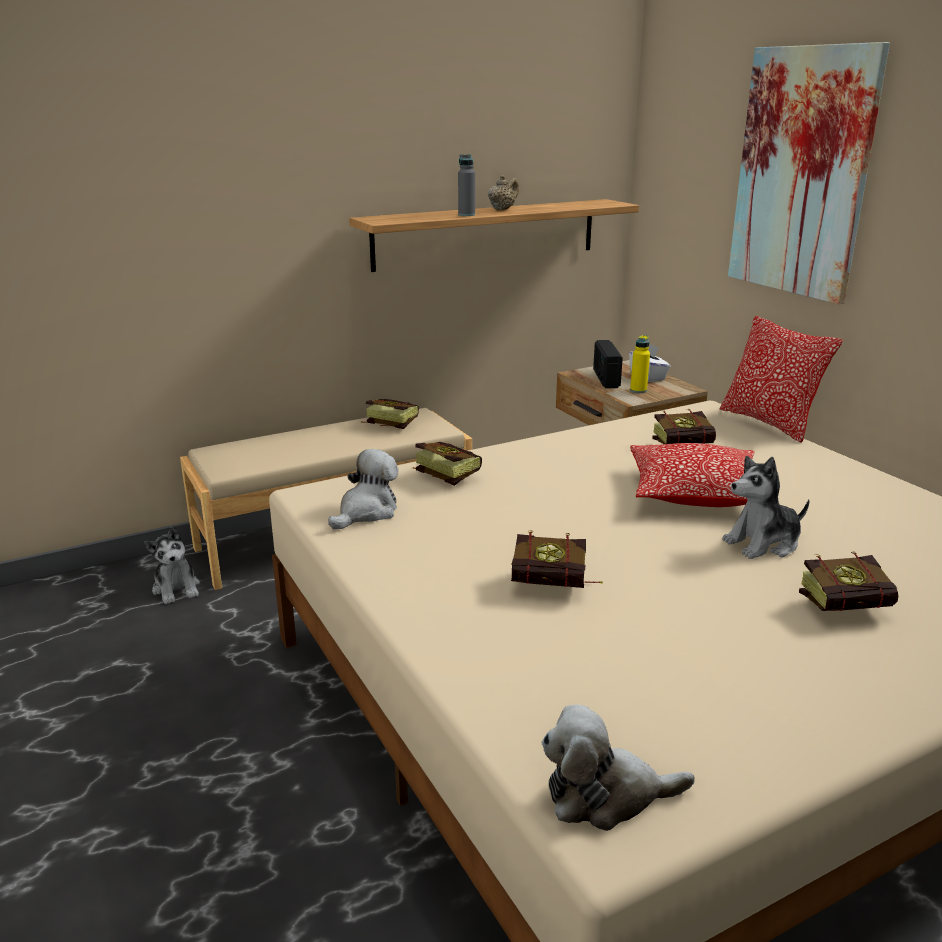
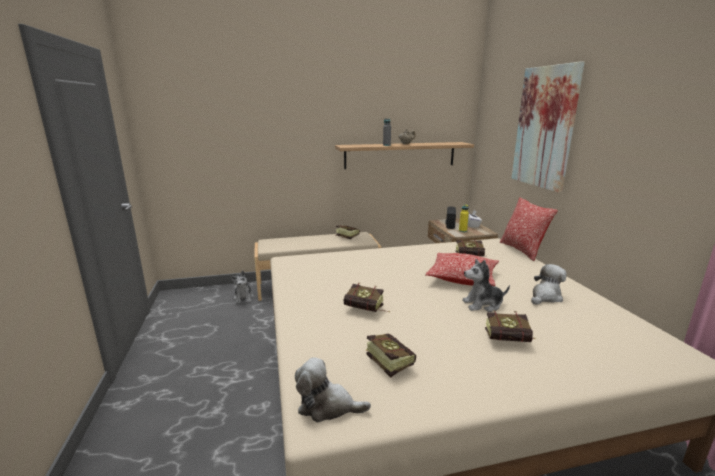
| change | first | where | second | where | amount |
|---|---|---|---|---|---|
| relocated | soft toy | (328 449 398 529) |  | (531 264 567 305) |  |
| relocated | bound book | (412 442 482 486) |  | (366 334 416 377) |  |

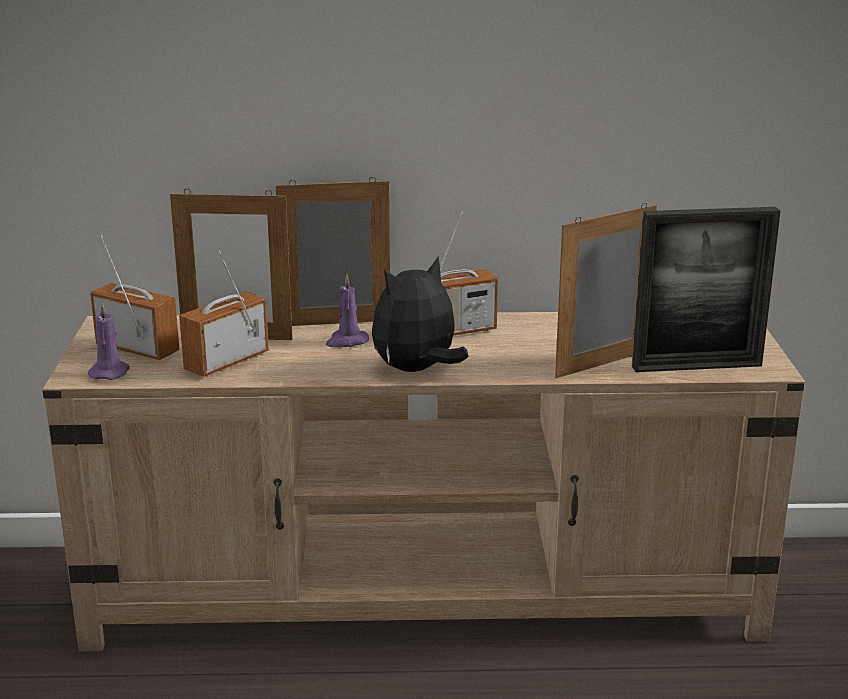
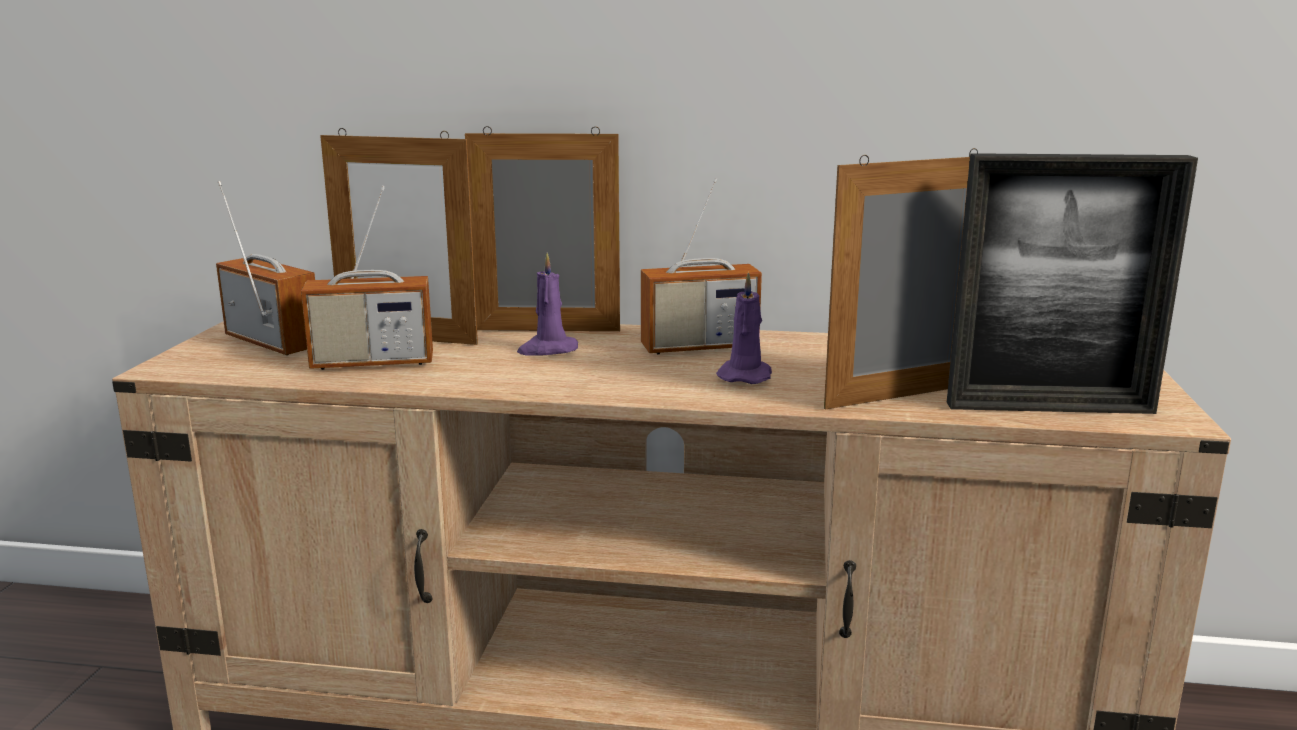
| change | first | where | second | where | amount |
|---|---|---|---|---|---|
| relocated | purple wax candle | (88 303 130 380) |  | (716 272 772 384) |  |
| spun | radio set | (179 251 269 377) |  | (301 186 433 370) | 150 degrees counterclockwise |
| missing | soft toy | (372 256 469 372) |  |  |  |

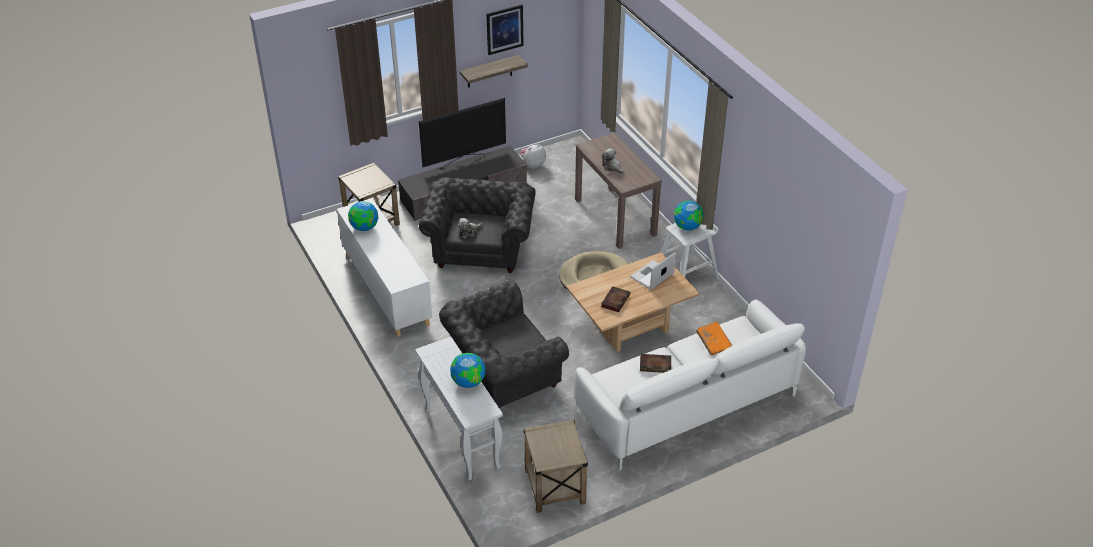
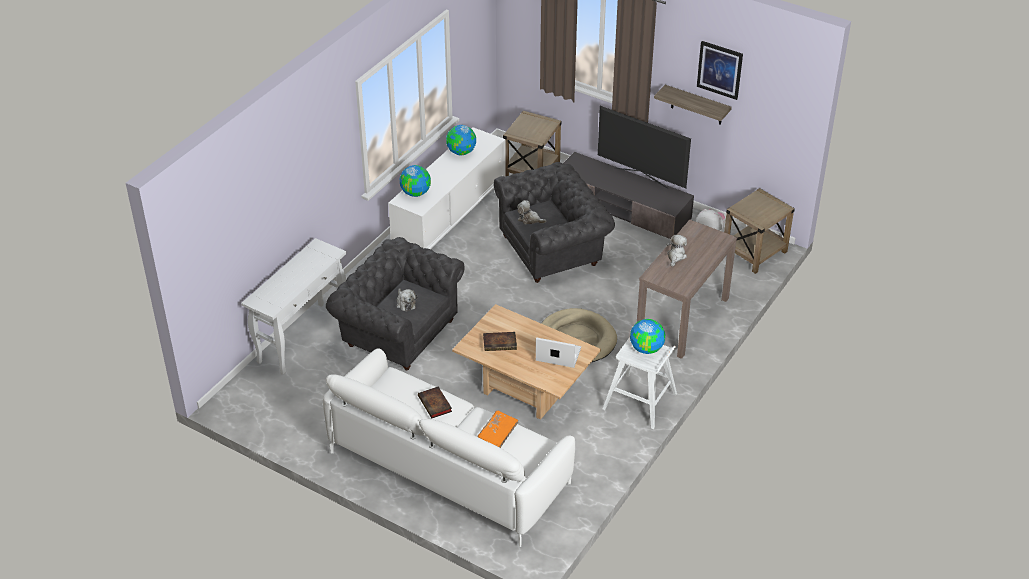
| change | first | where | second | where | amount |
|---|---|---|---|---|---|
| relocated | world globe | (450 353 485 388) |  | (400 165 431 197) |  |
| relocated | beige end table | (524 420 588 513) |  | (724 188 795 274) |  |
| appeared |  |  | soft toy | (396 288 418 312) |  |

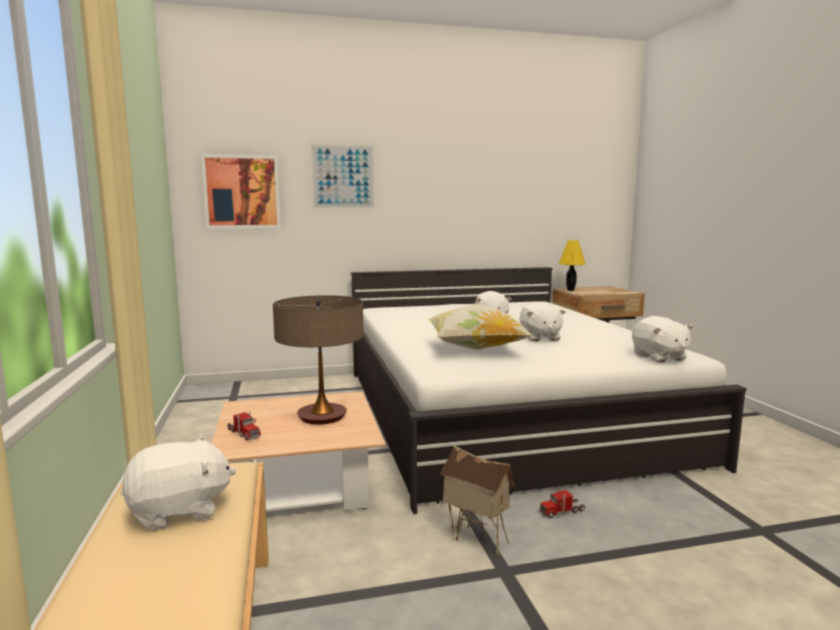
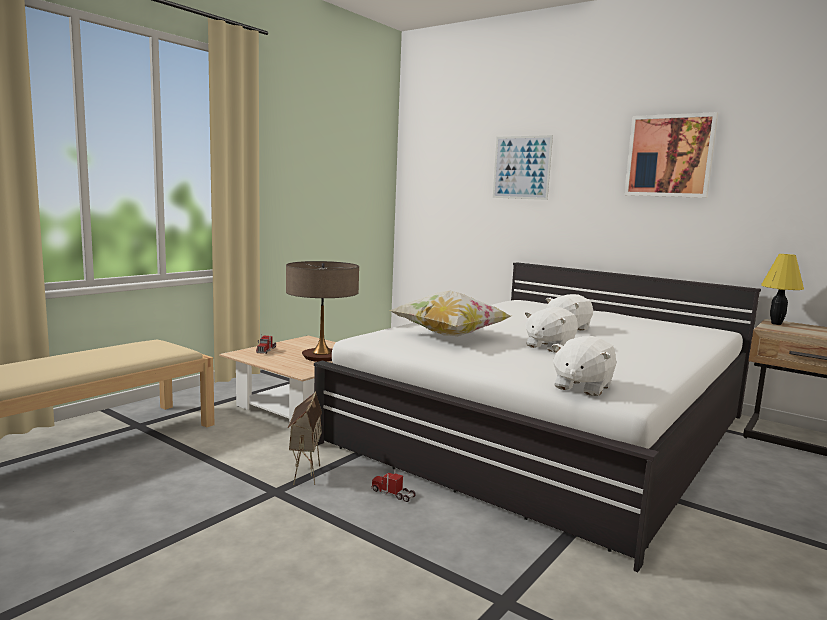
| change | first | where | second | where | amount |
|---|---|---|---|---|---|
| missing | whitish soft toy | (121 436 236 531) |  |  |  |
| relocated | picture | (201 154 281 229) |  | (624 112 718 198) |  |

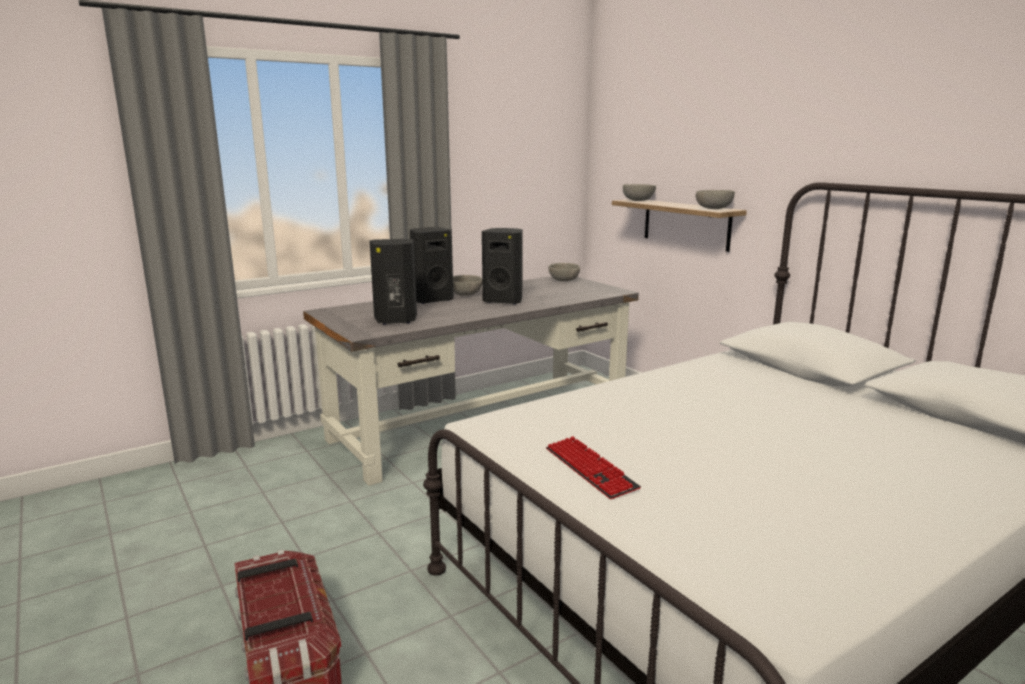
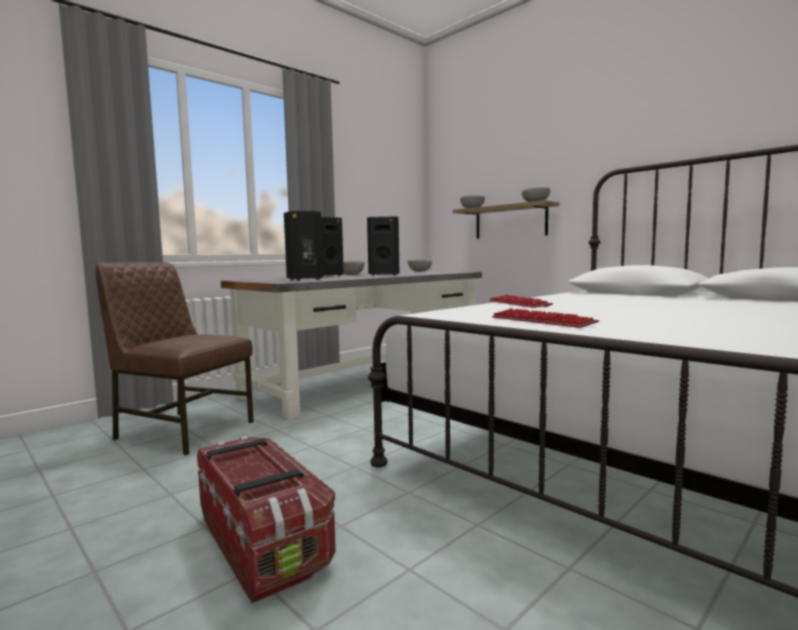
| change | first | where | second | where | amount |
|---|---|---|---|---|---|
| appeared |  |  | brownish plain chair | (96 262 254 455) |  |
| appeared |  |  | computer keyboard | (489 295 553 308) |  |

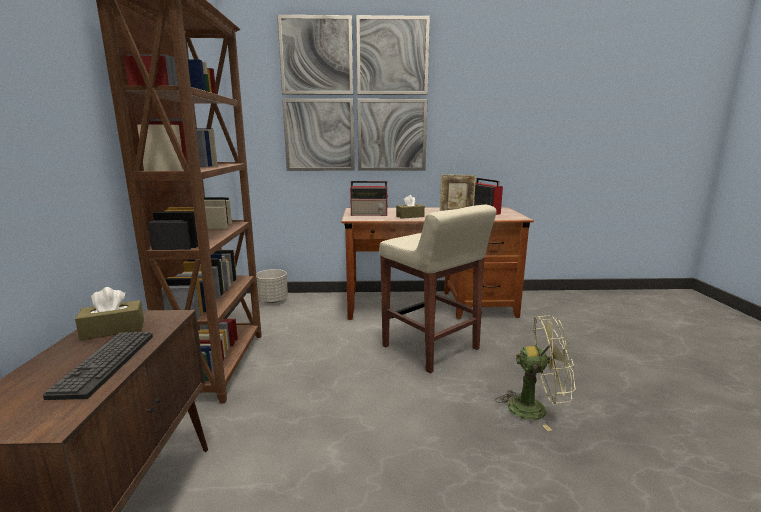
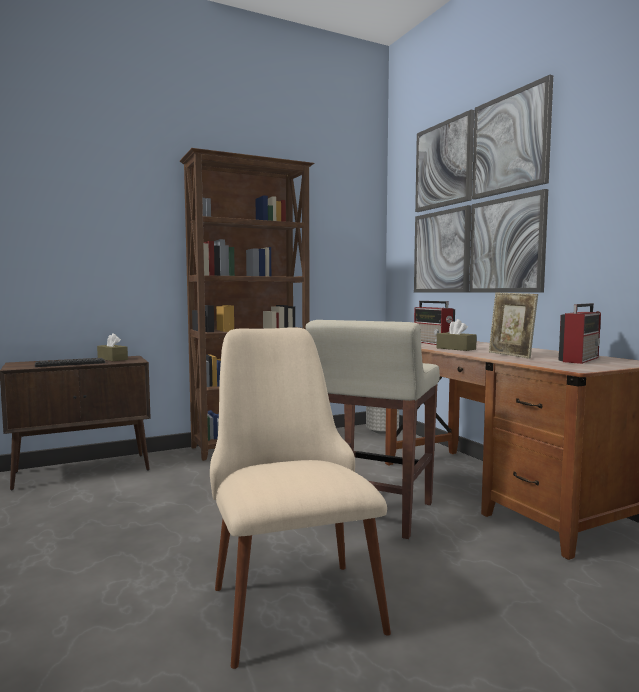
| change | first | where | second | where | amount |
|---|---|---|---|---|---|
| exchanged | green-coloured cooling fan | (495 316 576 431) | beige plain chair | (210 327 391 669) |  |

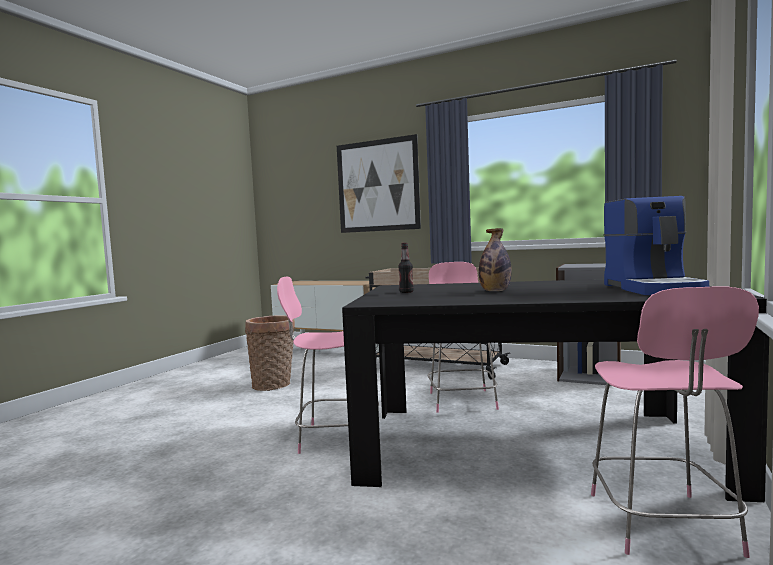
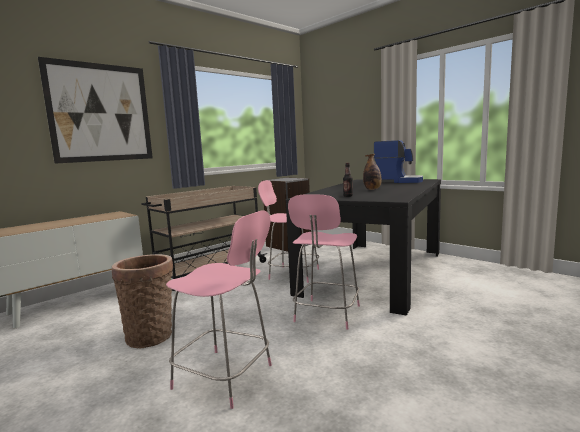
| change | first | where | second | where | amount |
|---|---|---|---|---|---|
| relocated | pinkish plain chair | (591 286 759 558) |  | (166 210 272 409) |  |

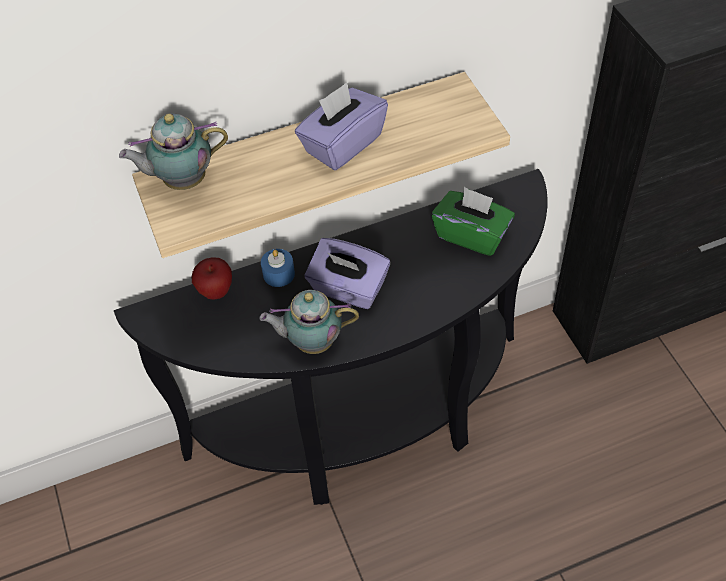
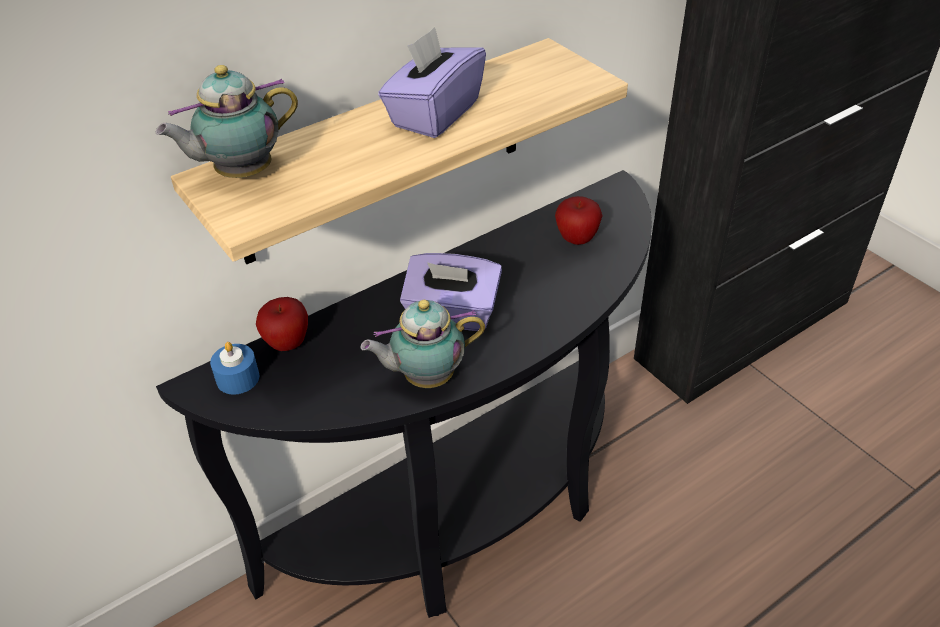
| change | first | where | second | where | amount |
|---|---|---|---|---|---|
| relocated | blue-coloured wax candle | (261 249 295 287) |  | (210 342 259 395) |  |
| exchanged | green-coloured tissue box | (432 187 515 256) | whole apple | (555 196 603 245) |  |

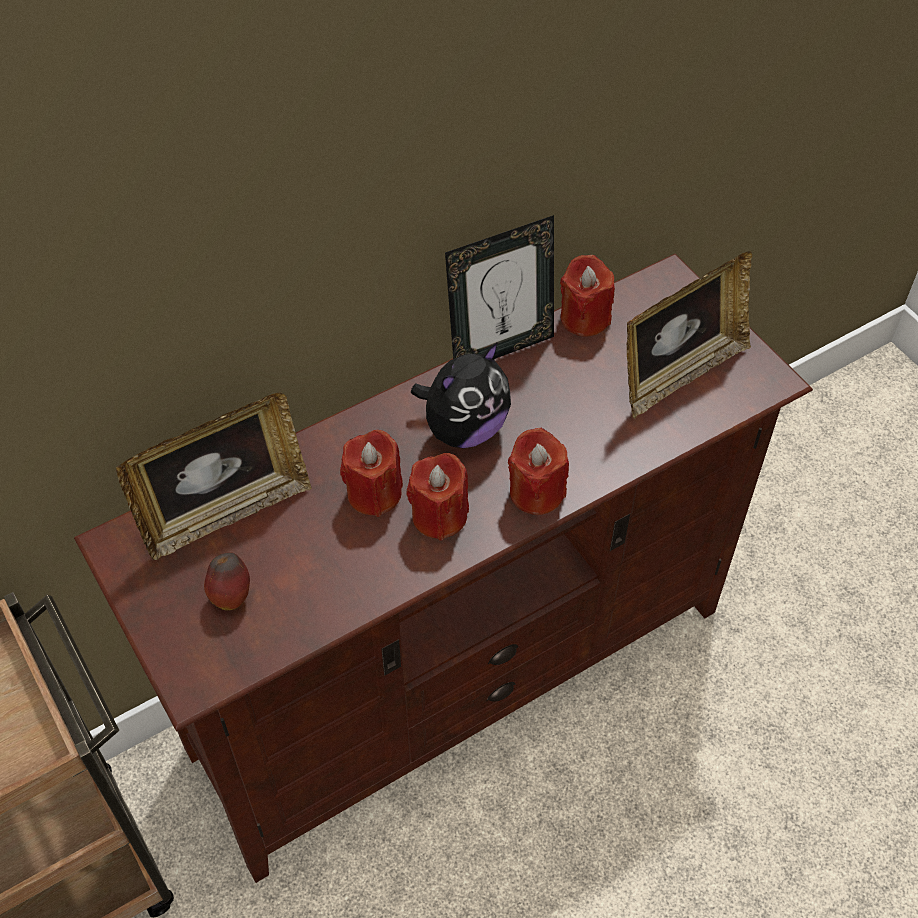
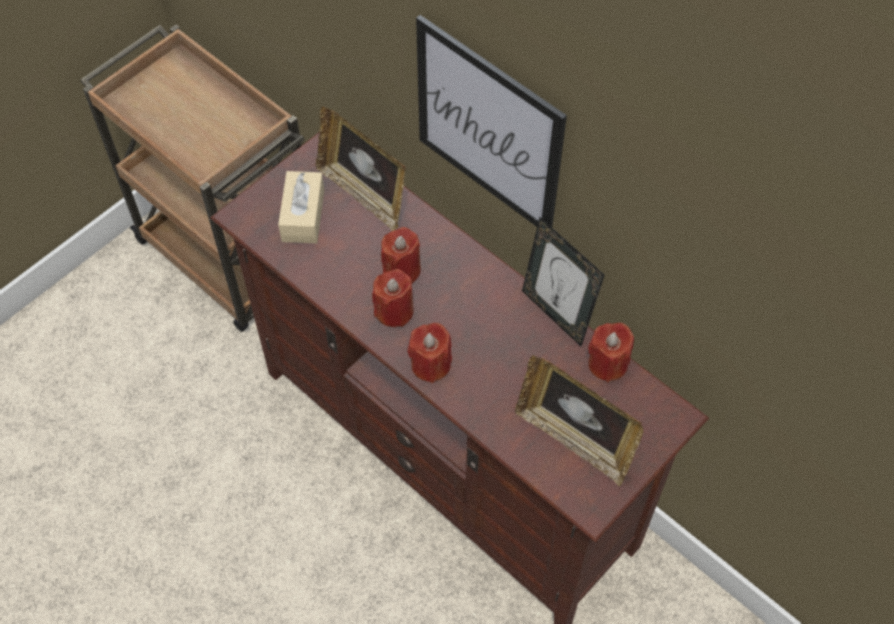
| change | first | where | second | where | amount |
|---|---|---|---|---|---|
| exchanged | whole apple | (204 553 250 610) | beige tissue box | (278 171 324 244) |  |
| missing | soft toy | (411 342 511 448) |  |  |  |
| appeared |  |  | picture | (416 15 567 227) |  |

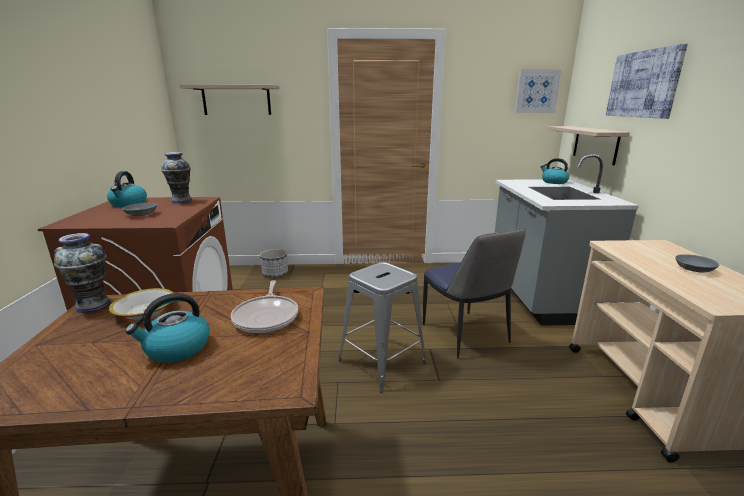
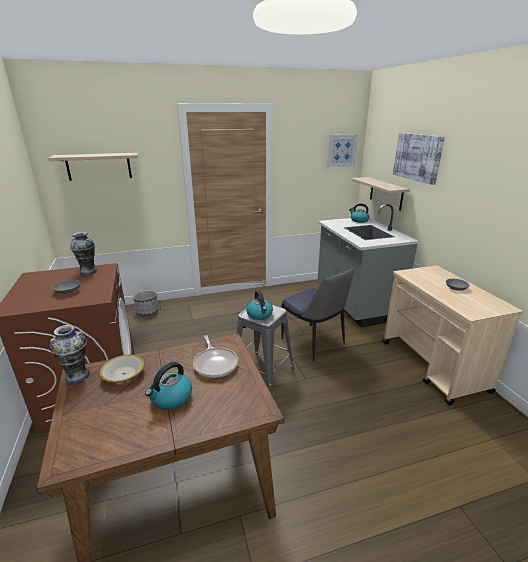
| change | first | where | second | where | amount |
|---|---|---|---|---|---|
| relocated | kettle | (107 171 147 207) |  | (246 291 273 320) |  |

